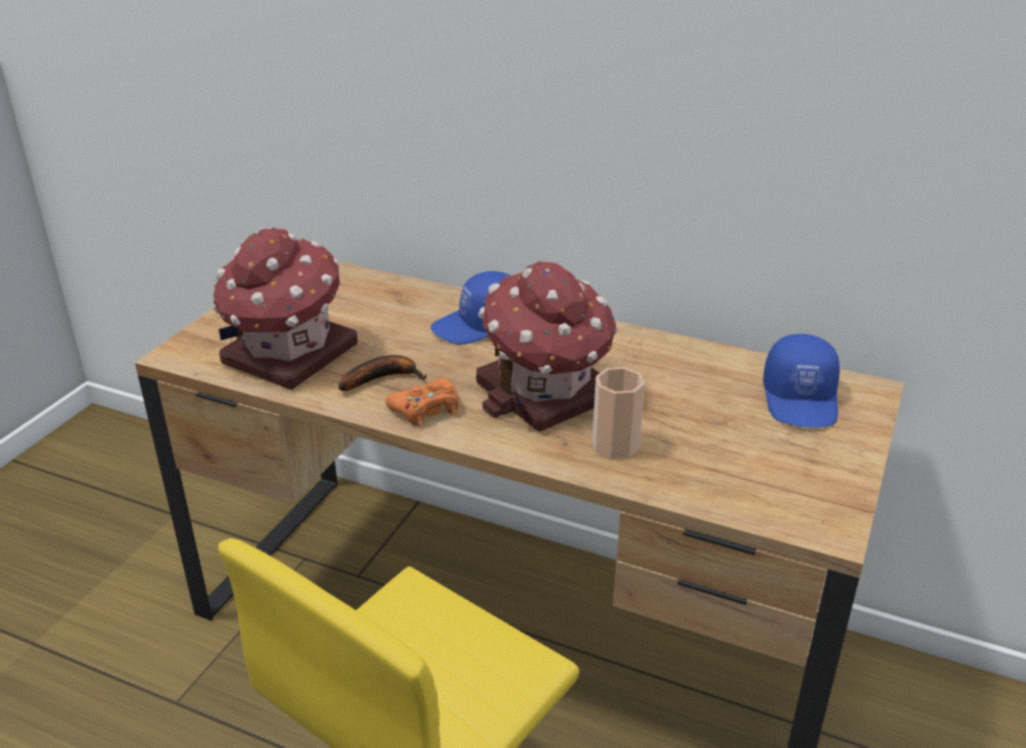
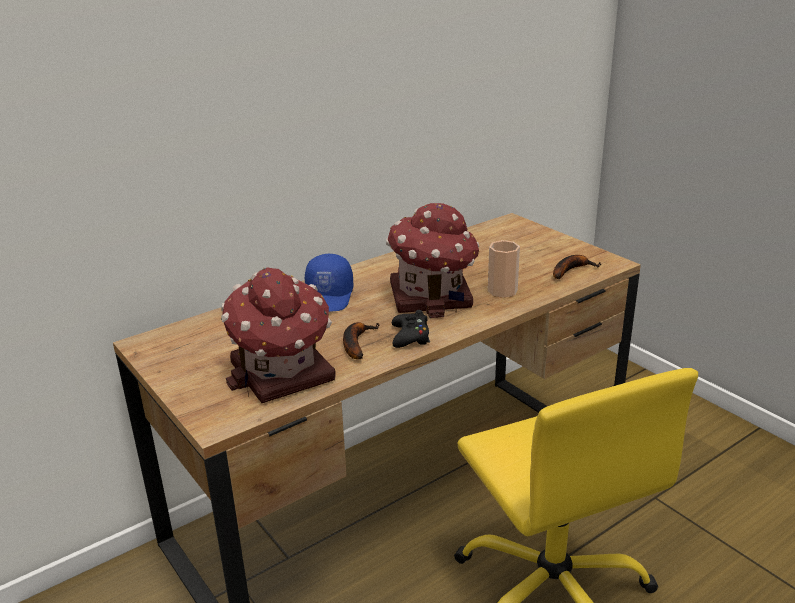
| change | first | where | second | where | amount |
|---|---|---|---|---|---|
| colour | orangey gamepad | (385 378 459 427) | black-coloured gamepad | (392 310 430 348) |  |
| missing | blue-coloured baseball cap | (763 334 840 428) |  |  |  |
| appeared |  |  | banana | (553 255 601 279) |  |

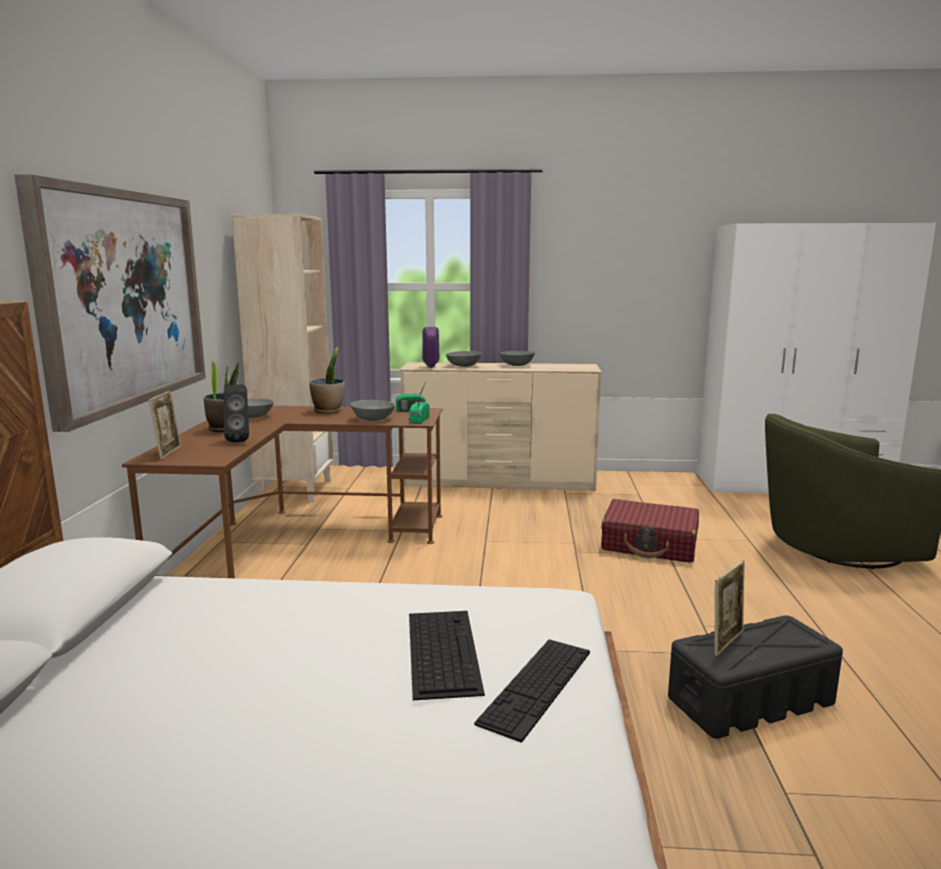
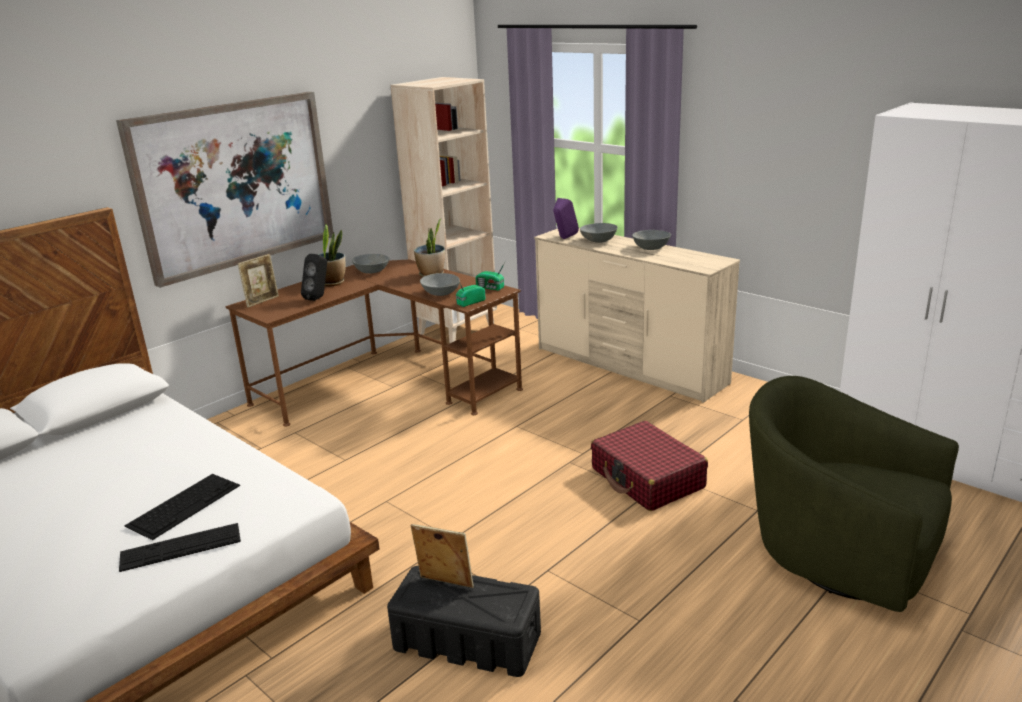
| change | first | where | second | where | amount |
|---|---|---|---|---|---|
| spun | standing frame | (714 560 745 656) |  | (411 524 474 588) | 150 degrees counterclockwise |

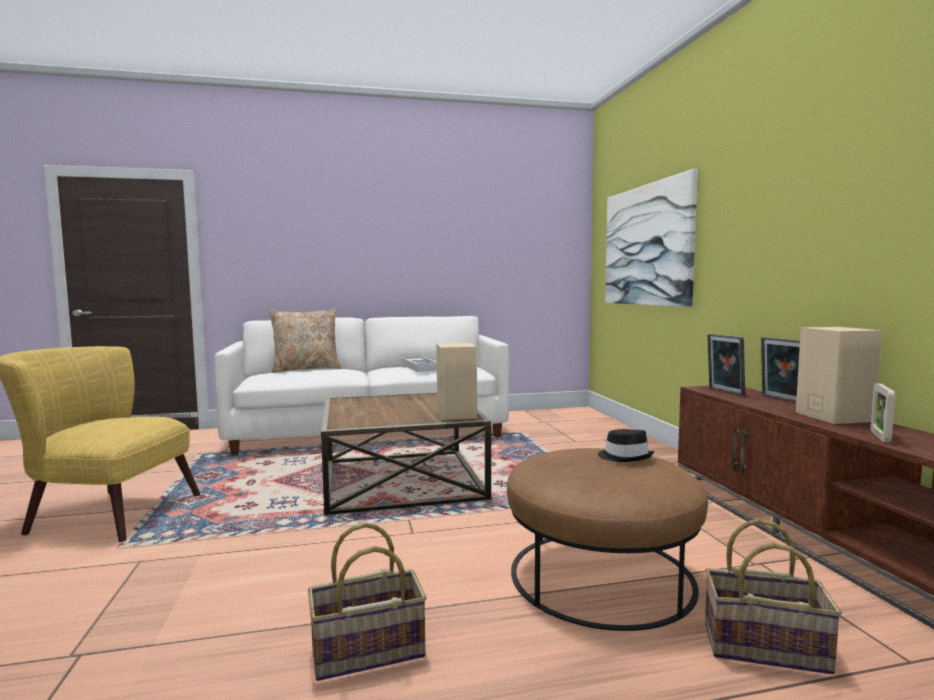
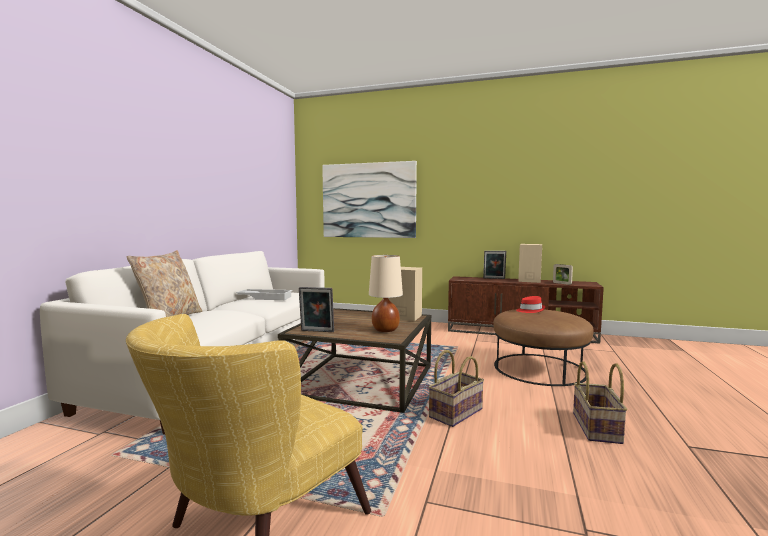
| change | first | where | second | where | amount |
|---|---|---|---|---|---|
| colour | black-coloured hat | (598 429 654 462) | red hat | (516 296 545 313) |  |
| relocated | household basket | (705 519 842 674) |  | (428 350 484 427) |  |
| relocated | standing frame | (707 334 745 396) |  | (299 287 334 332) |  |
| appeared |  |  | beige table lamp | (369 255 403 332) |  |

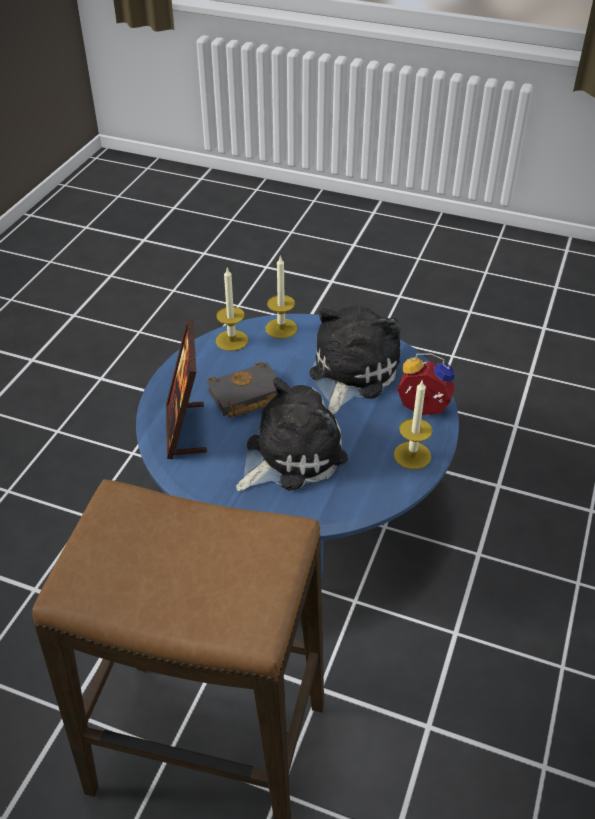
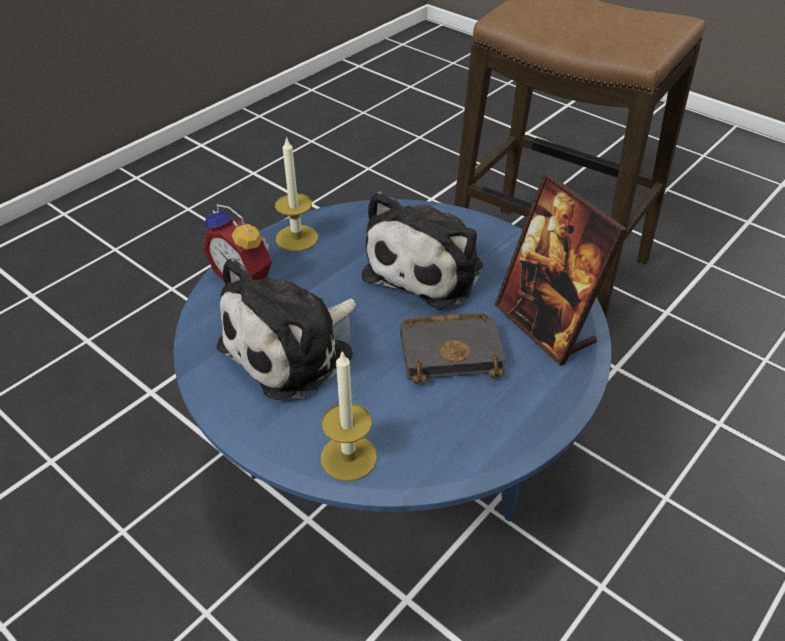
| change | first | where | second | where | amount |
|---|---|---|---|---|---|
| spun | standing frame | (166 319 207 459) |  | (495 174 628 366) | 135 degrees clockwise |
| missing | wax candle | (216 268 248 351) |  |  |  |
| spun | soft toy | (236 378 348 492) |  | (362 191 483 309) | 45 degrees counterclockwise |

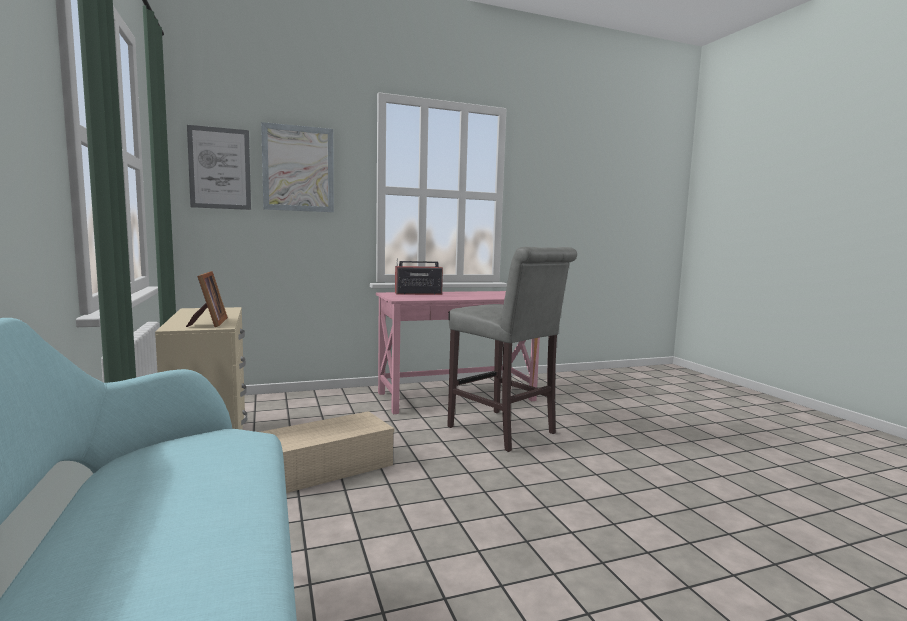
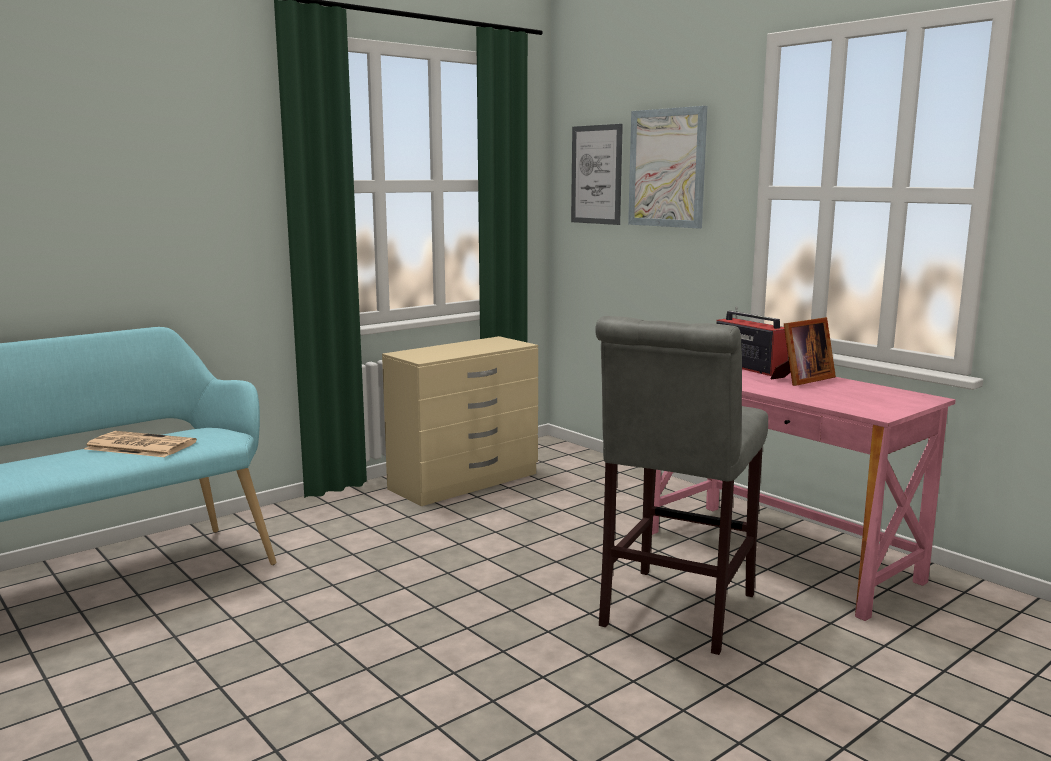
| change | first | where | second | where | amount |
|---|---|---|---|---|---|
| relocated | standing frame | (186 271 228 327) |  | (771 317 836 386) |  |
| missing | beige storage box | (261 411 394 493) |  |  |  |
| appeared |  |  | printed paper | (84 431 197 457) |  |

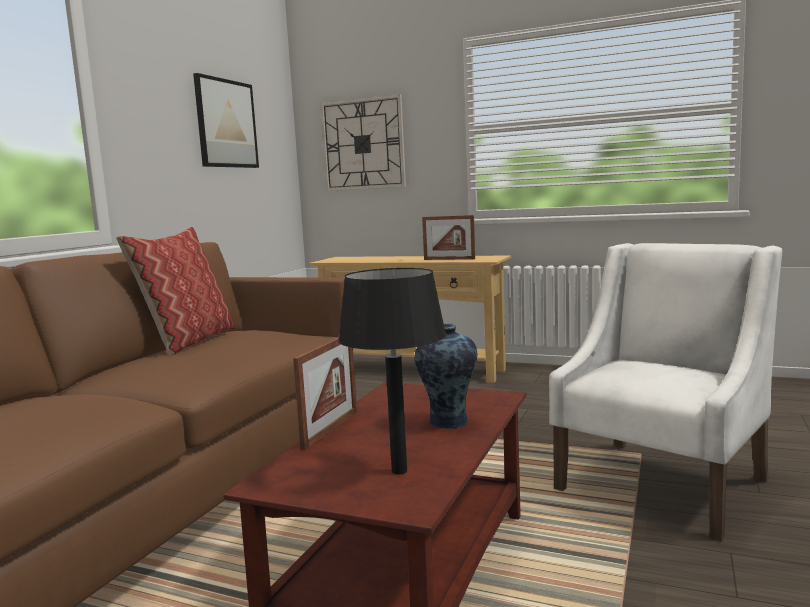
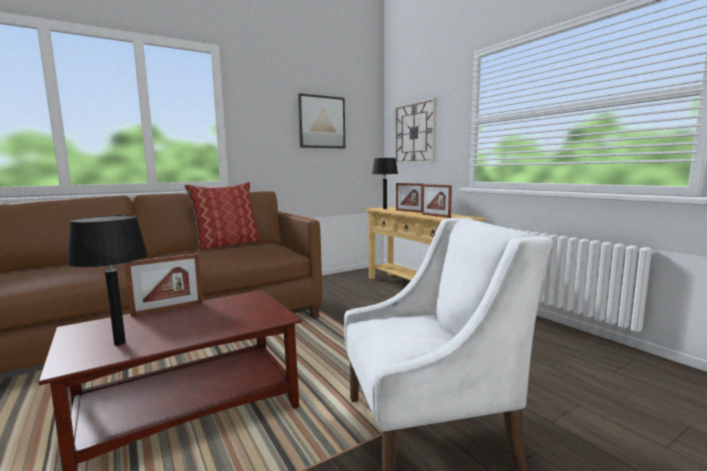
| change | first | where | second | where | amount |
|---|---|---|---|---|---|
| missing | vase | (415 323 477 429) |  |  |  |
| appeared |  |  | black-coloured table lamp | (372 158 398 209) |  |
| appeared |  |  | standing frame | (396 183 422 213) |  |

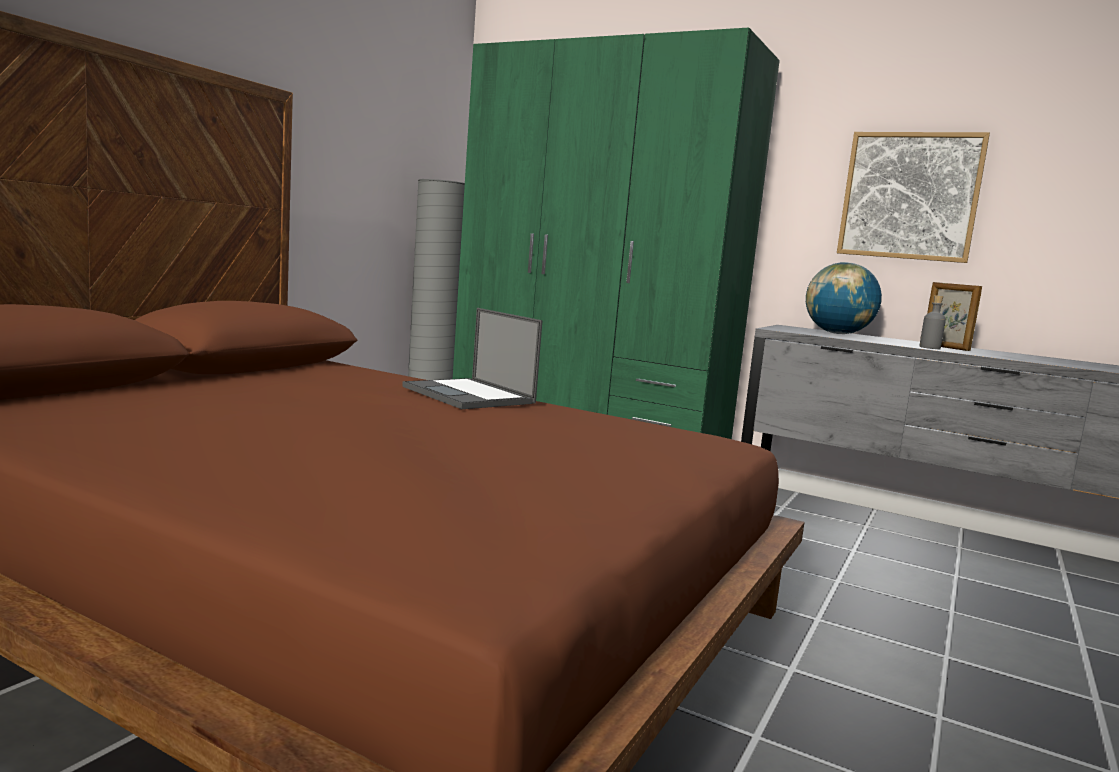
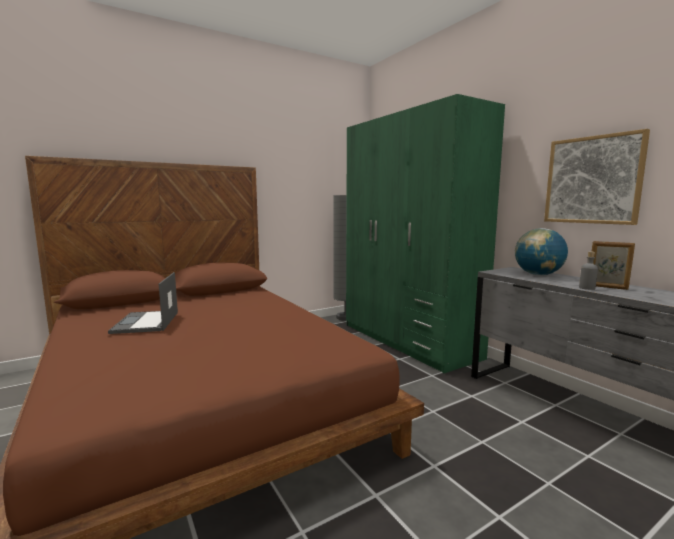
| change | first | where | second | where | amount |
|---|---|---|---|---|---|
| relocated | laptop | (402 308 542 409) |  | (108 272 178 334) |  |
| spun | standing frame | (927 282 982 351) |  | (591 241 635 290) | 45 degrees counterclockwise |

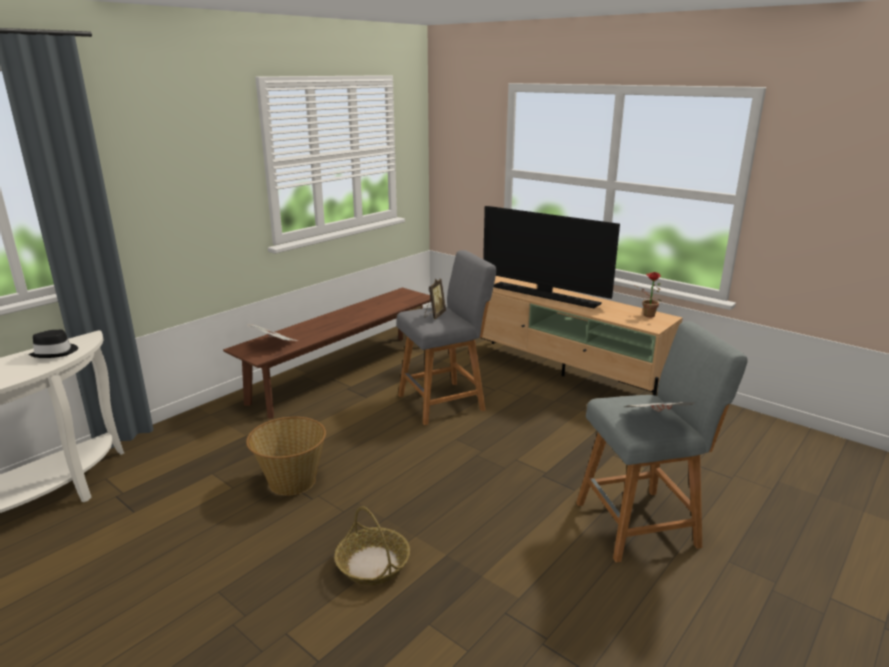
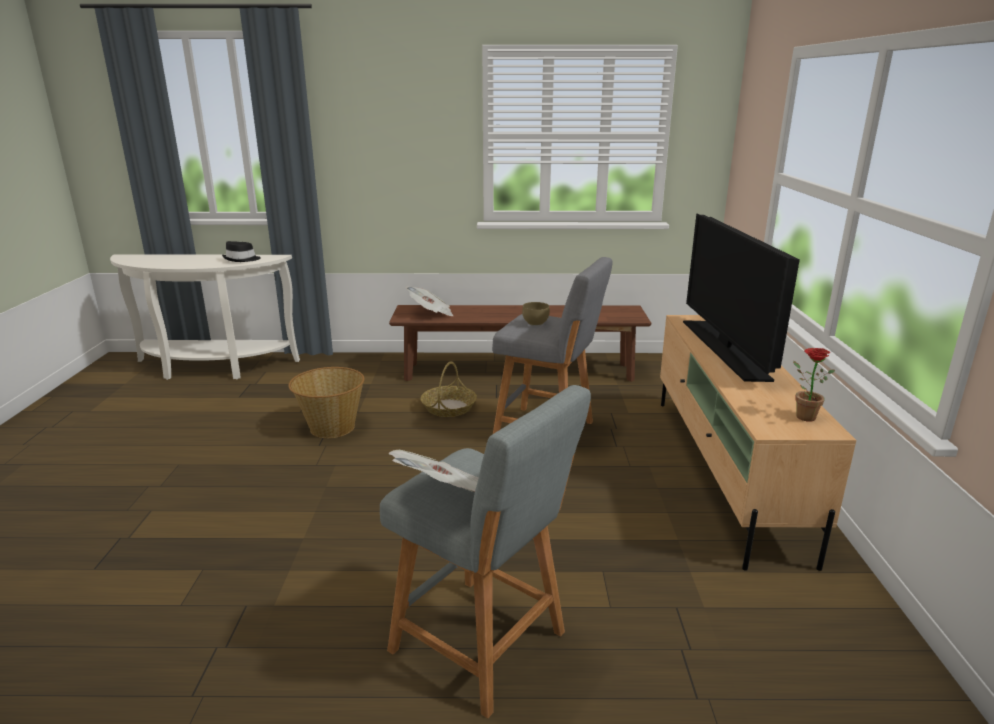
| change | first | where | second | where | amount |
|---|---|---|---|---|---|
| relocated | household basket | (334 506 410 585) |  | (420 362 477 417) |  |
| exchanged | standing frame | (424 279 446 319) | brownish serving bowl | (522 302 550 326) |  |

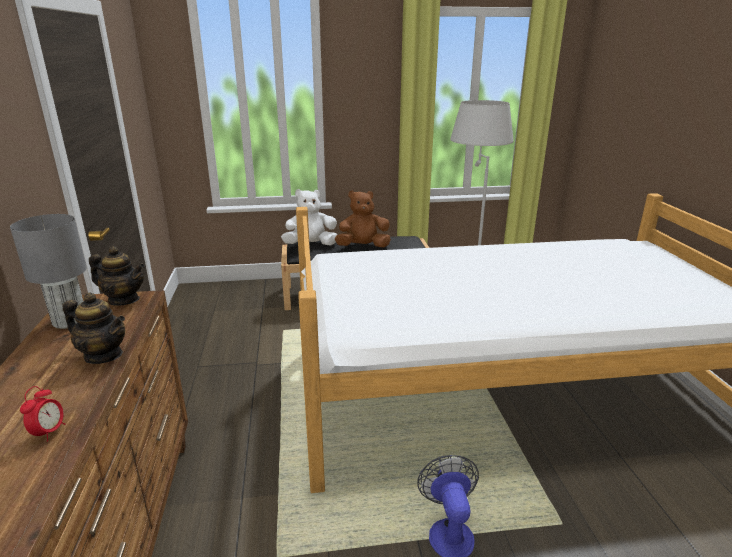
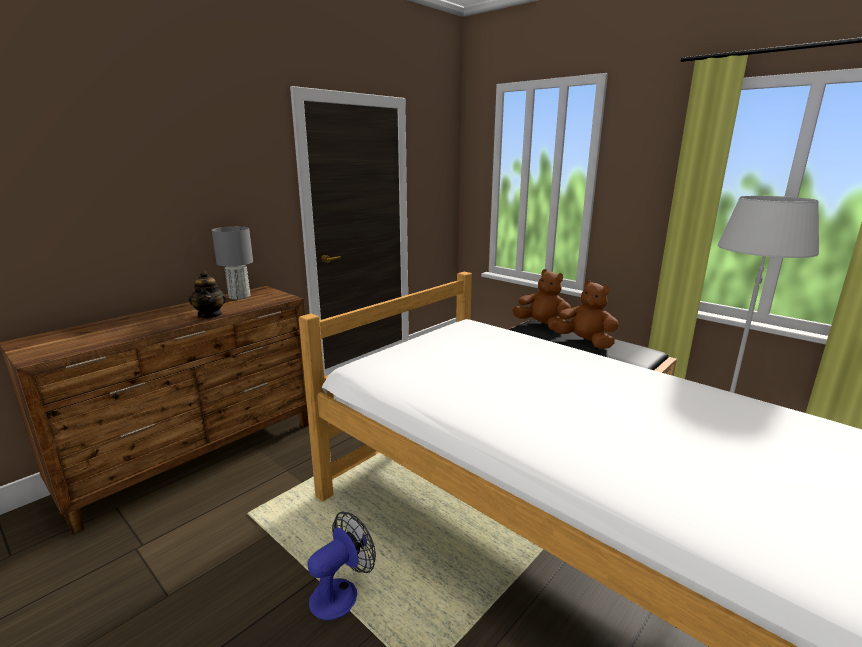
| change | first | where | second | where | amount |
|---|---|---|---|---|---|
| missing | bedside clock | (20 386 65 441) |  |  |  |
| missing | pot for tea | (89 246 145 306) |  |  |  |
| colour | whitish soft toy | (281 189 337 245) | brownish soft toy | (512 269 571 331) |  |

